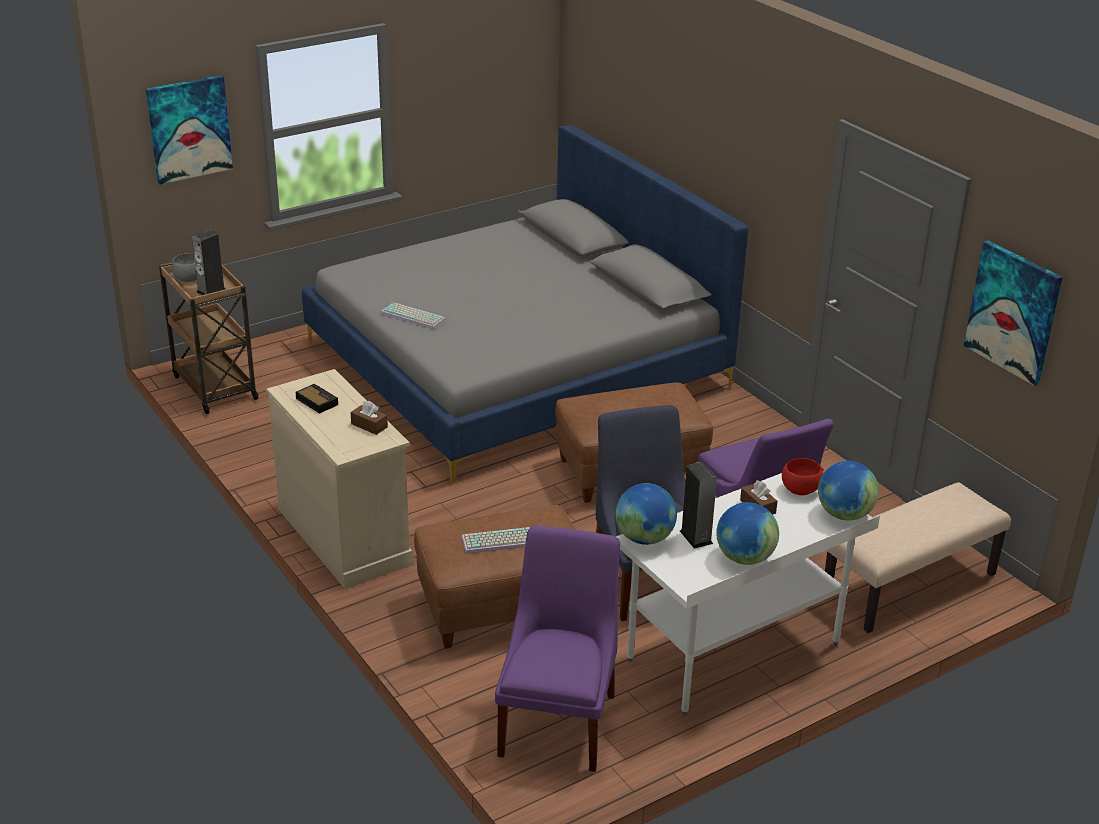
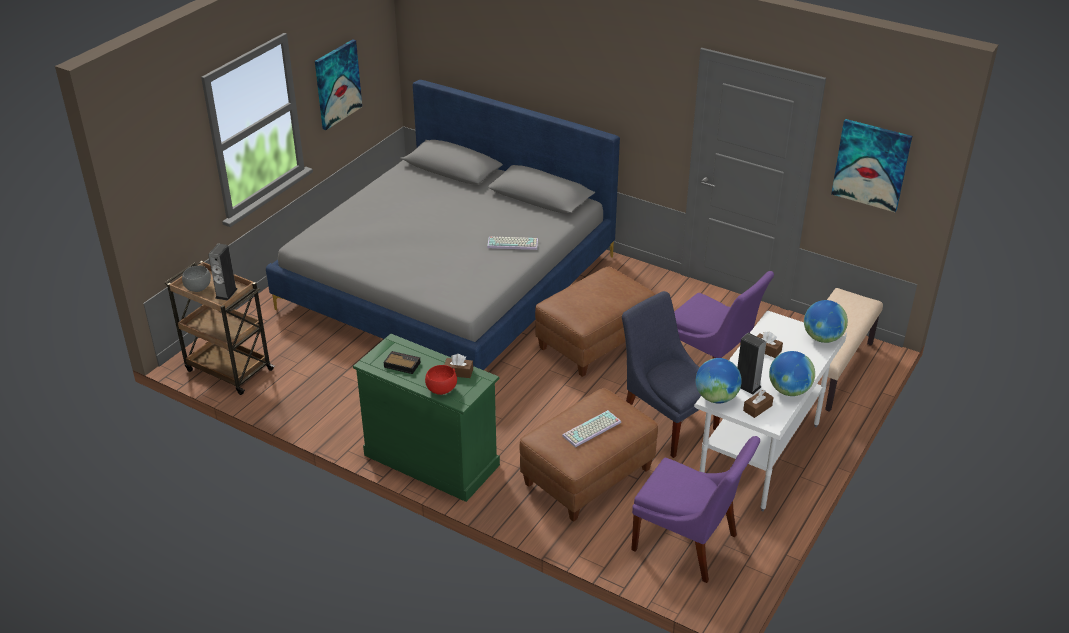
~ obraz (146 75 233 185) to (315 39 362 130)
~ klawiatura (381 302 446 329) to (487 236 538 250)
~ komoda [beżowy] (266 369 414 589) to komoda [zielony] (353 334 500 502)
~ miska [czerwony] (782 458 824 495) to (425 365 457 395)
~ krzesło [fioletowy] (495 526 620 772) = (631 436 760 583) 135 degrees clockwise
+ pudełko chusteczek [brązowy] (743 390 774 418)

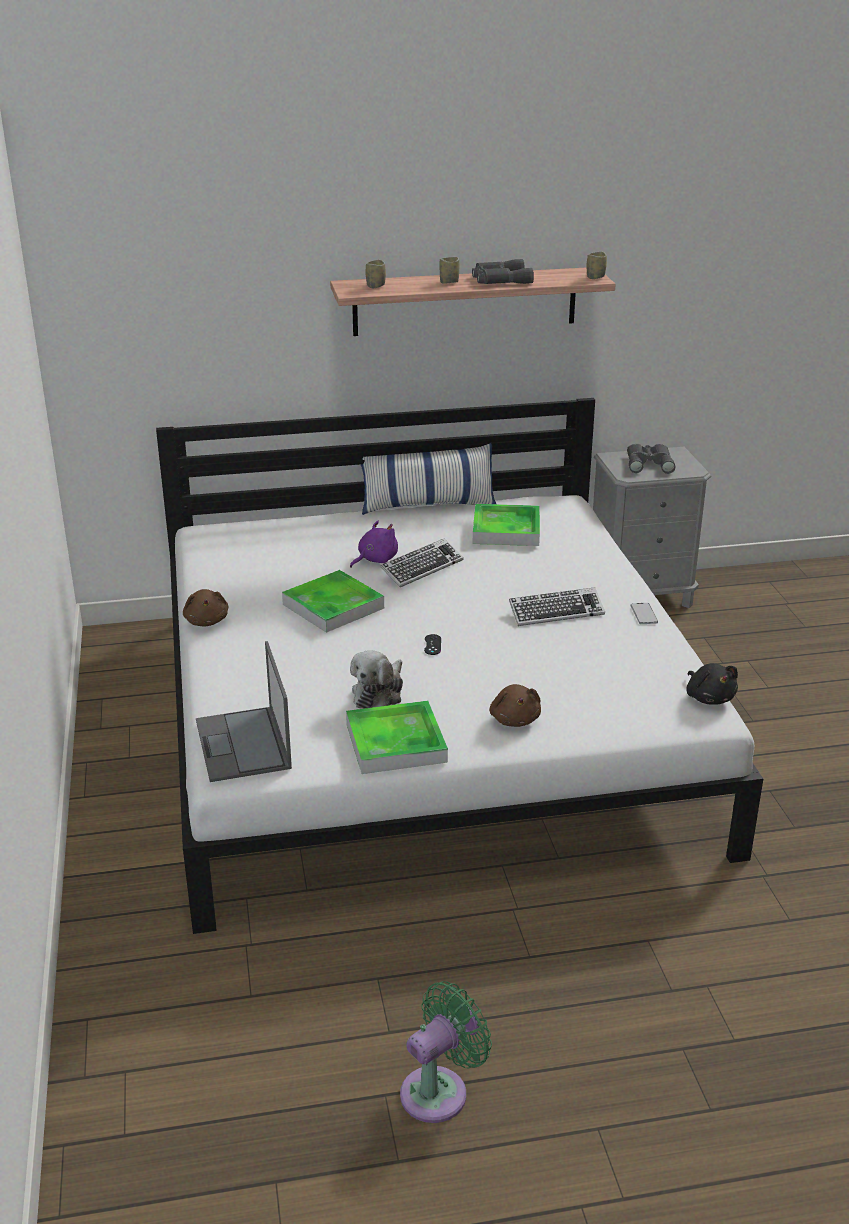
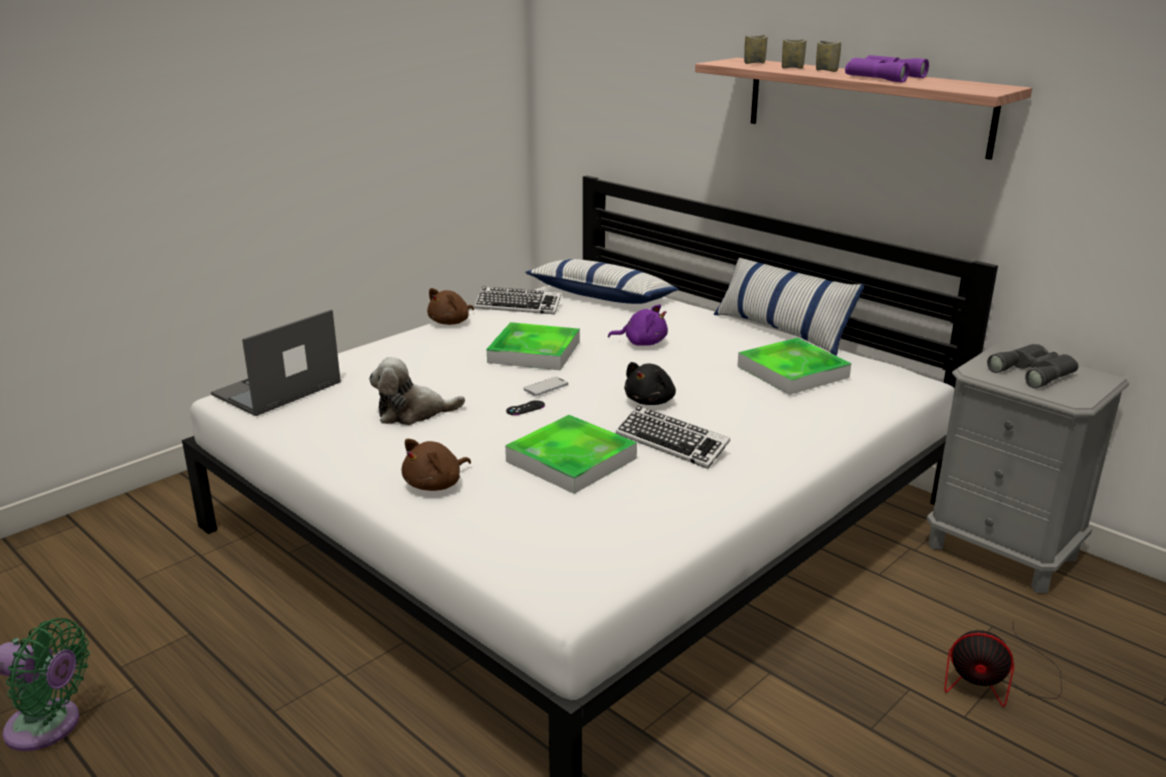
~ filiżanka (587 252 607 279) to (782 39 806 69)
~ lornetka [szary] (472 259 534 284) to lornetka [fioletowy] (845 55 929 83)
~ klawiatura (380 538 464 587) to (474 287 561 314)
~ telefon (631 603 658 624) to (524 377 568 396)
~ pluszak [czarny] (687 663 738 705) to (624 362 676 405)
~ taca (346 701 448 774) to (505 415 637 494)
+ poduszka (525 259 679 304)
+ wentylator (944 620 1062 707)

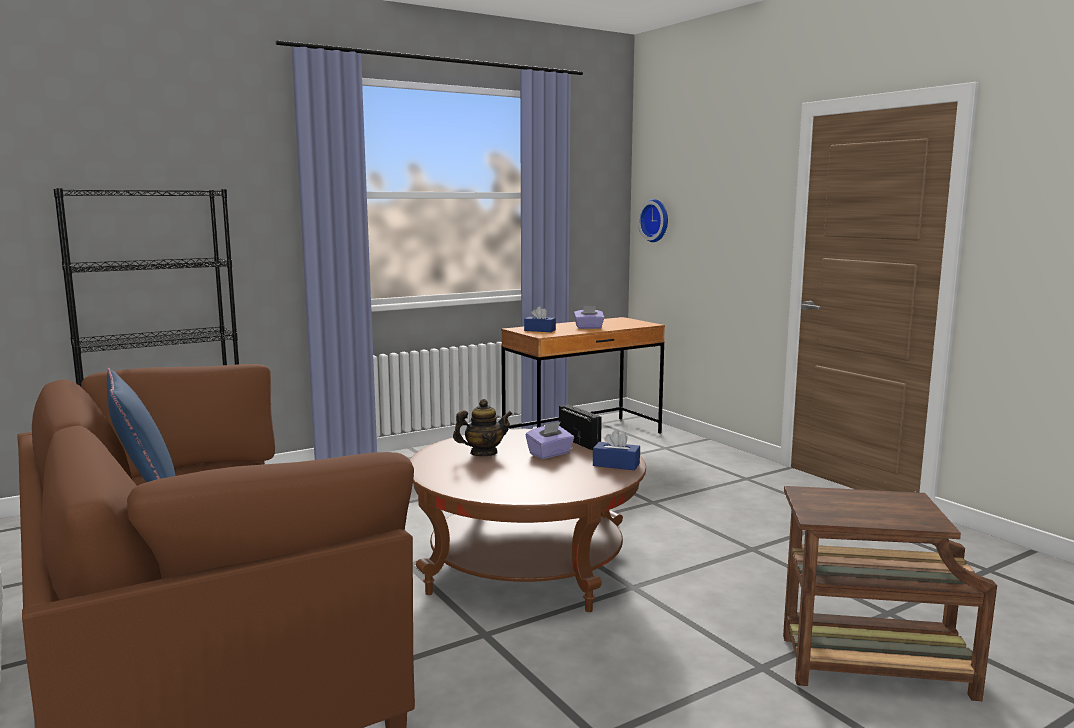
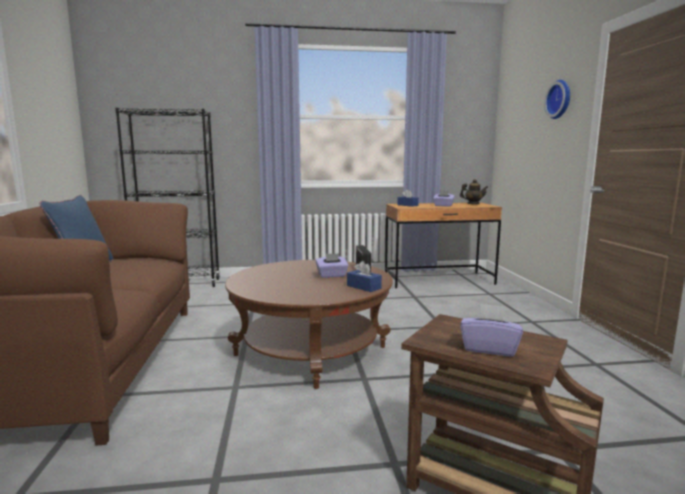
~ zegar ścienny (638 199 668 242) to (544 80 570 119)
~ imbryk (453 399 512 456) to (460 179 488 204)
+ pudełko chusteczek [fioletowy] (460 303 523 357)

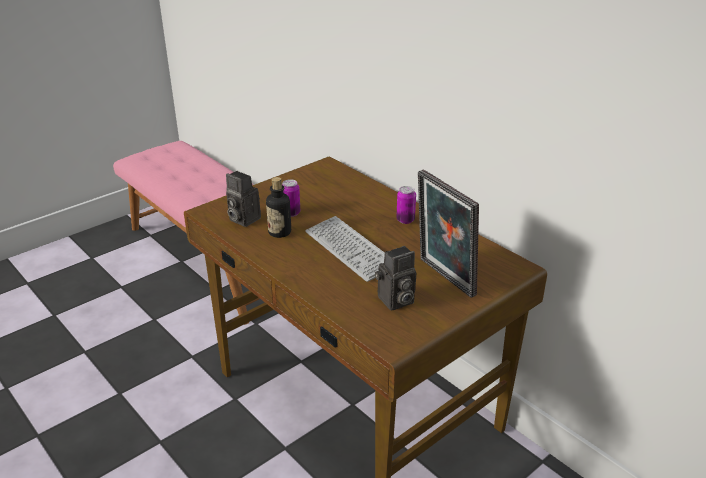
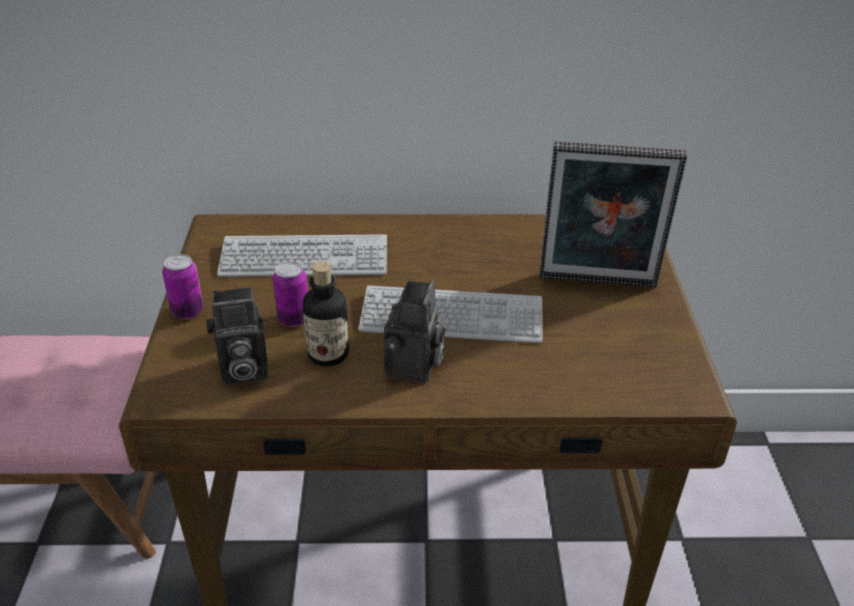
~ puszka (396 186 416 224) to (162 254 203 319)
~ aparat fotograficzny (375 246 416 311) to (384 280 445 383)
+ klawiatura (217 234 387 277)

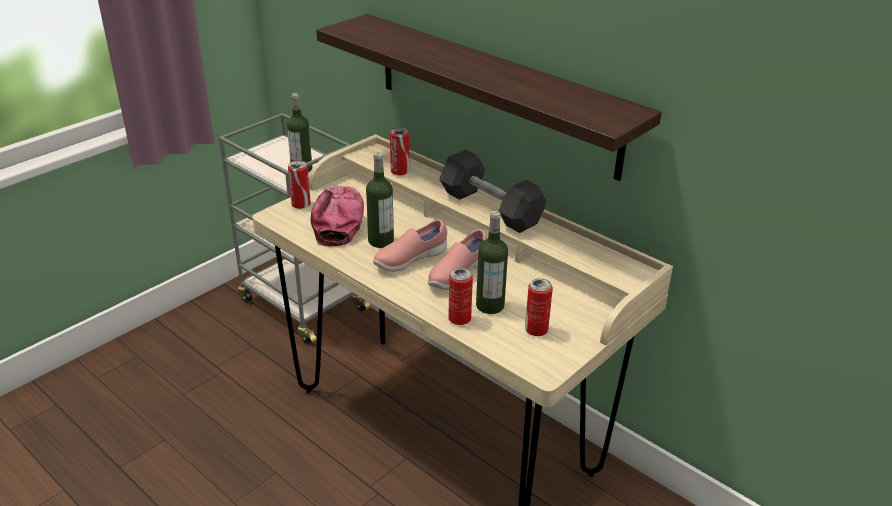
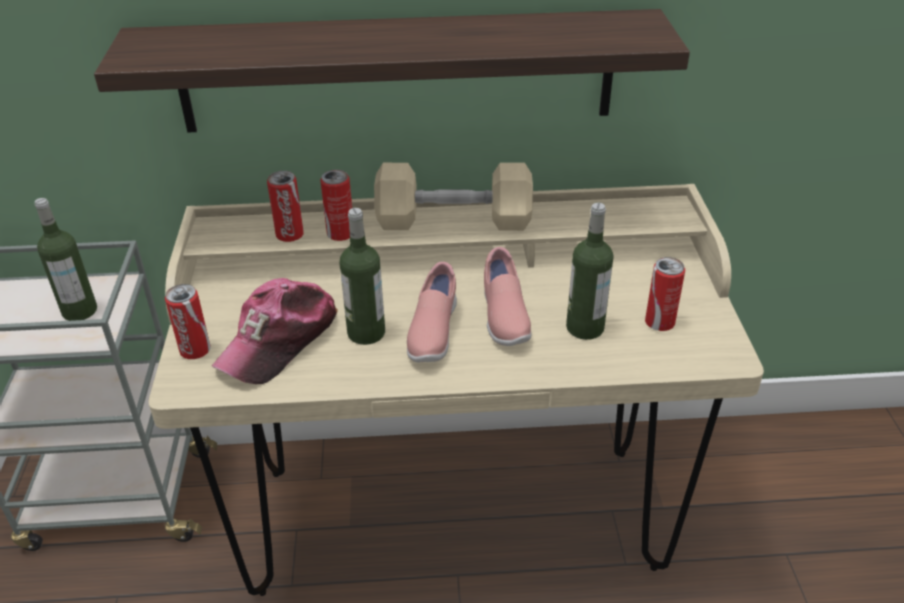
~ hantel [czarny] (439 150 547 233) to hantel [beżowy] (374 163 533 231)
~ czapka z daszkiem (311 186 364 247) = (212 278 338 384) 105 degrees counterclockwise
~ puszka (448 268 473 325) to (321 170 352 241)

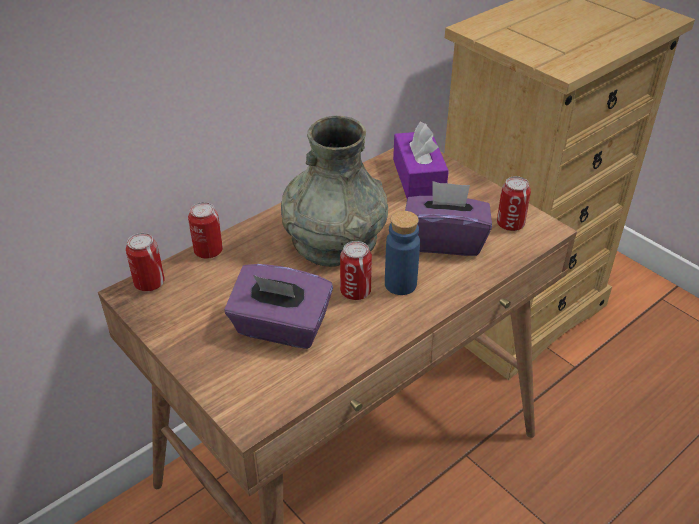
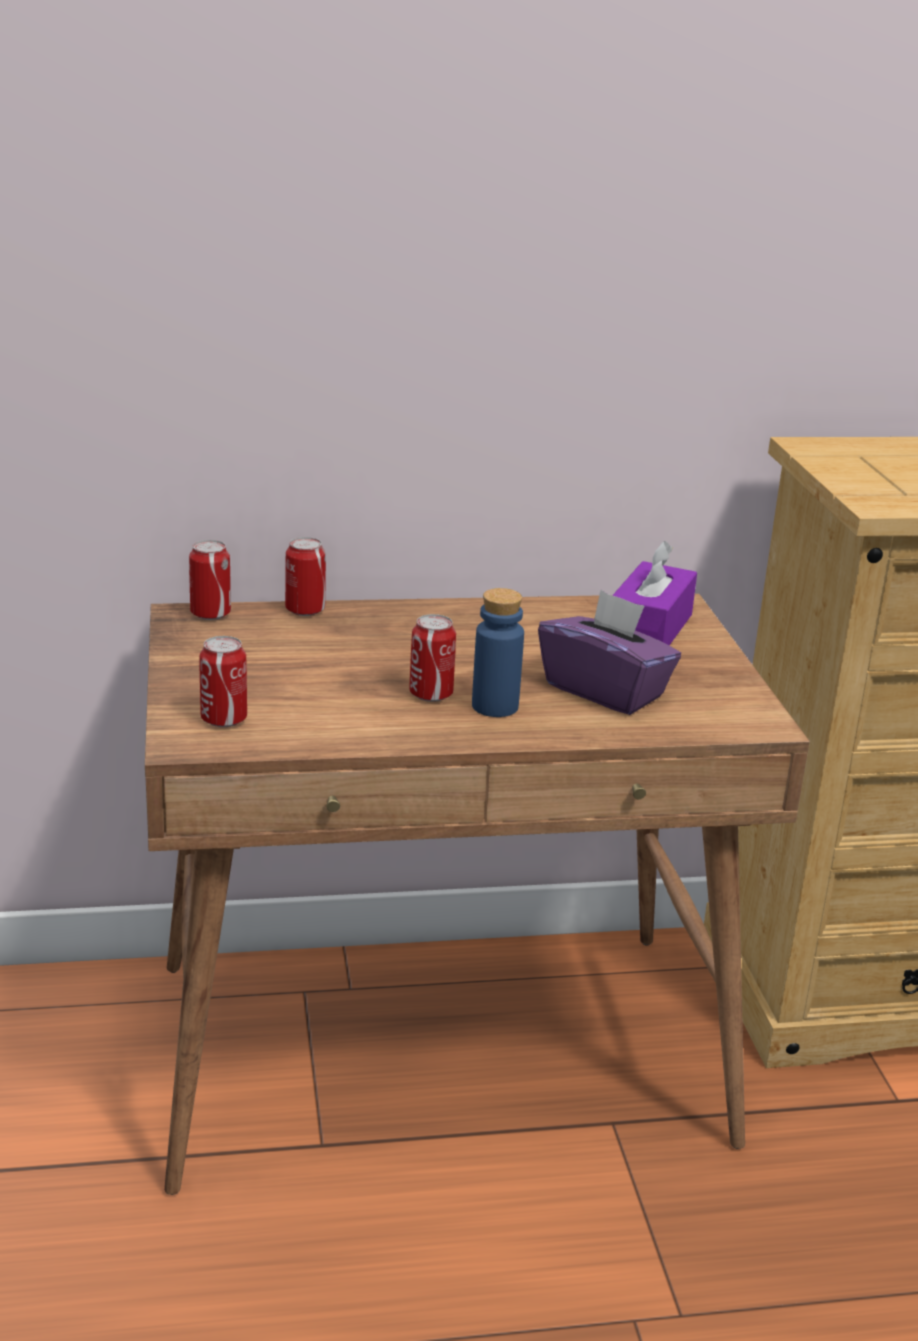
- wazon [szary] (281 116 388 267)
~ puszka (497 176 531 231) to (199 636 247 727)
- pudełko chusteczek [fioletowy] (225 264 333 349)

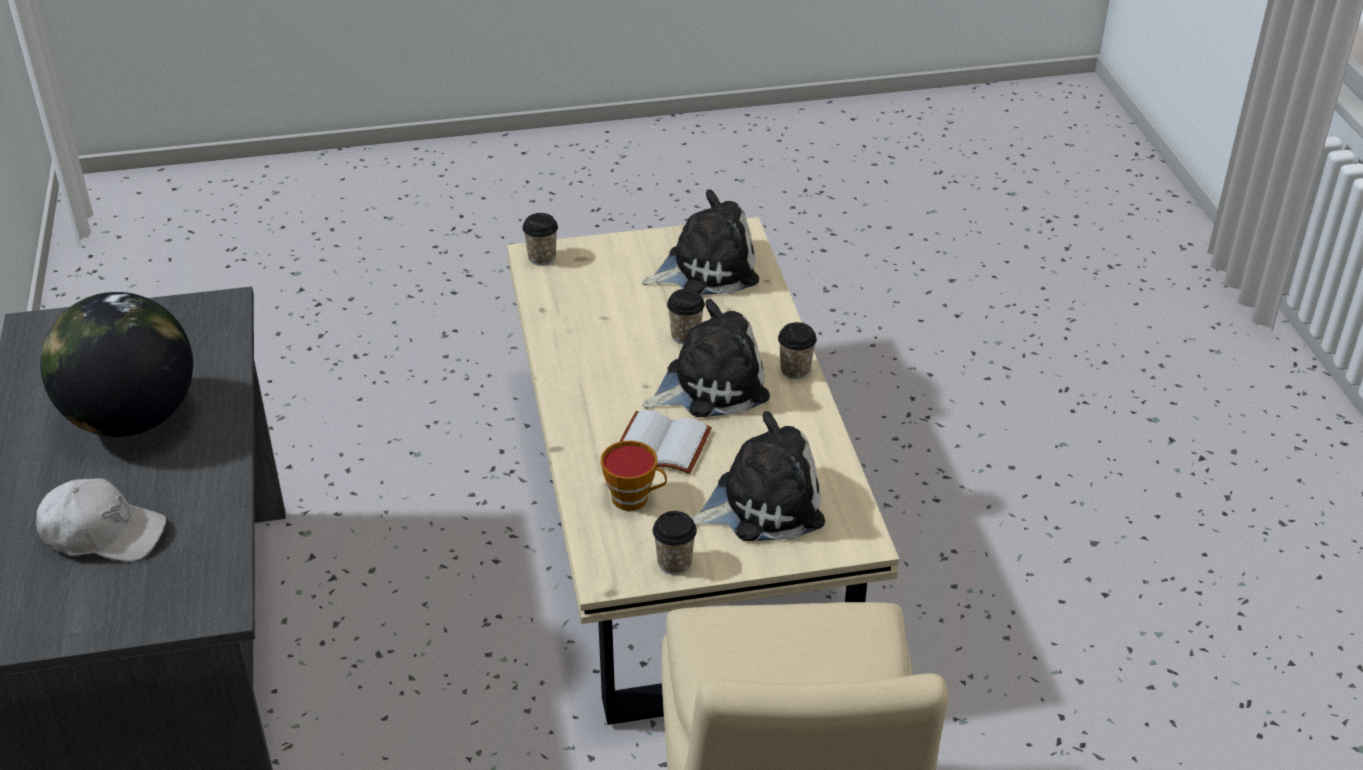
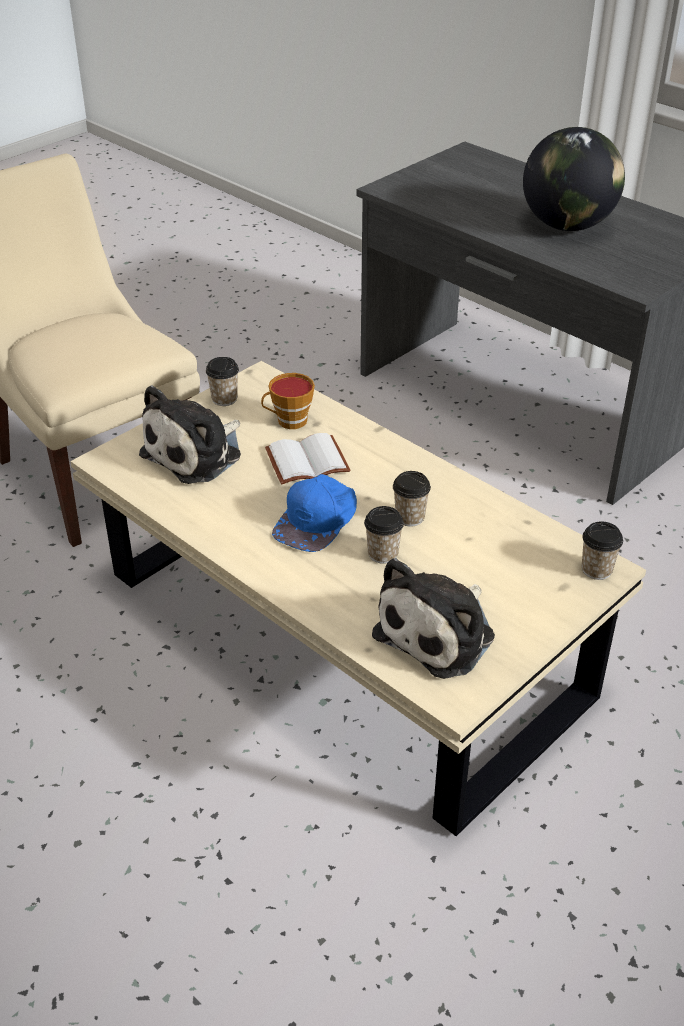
~ pluszak (642 299 770 417) to czapka z daszkiem [niebieski] (272 474 357 552)
~ filiżanka (778 322 817 379) to (393 471 431 527)
- czapka z daszkiem [biały] (36 478 166 562)

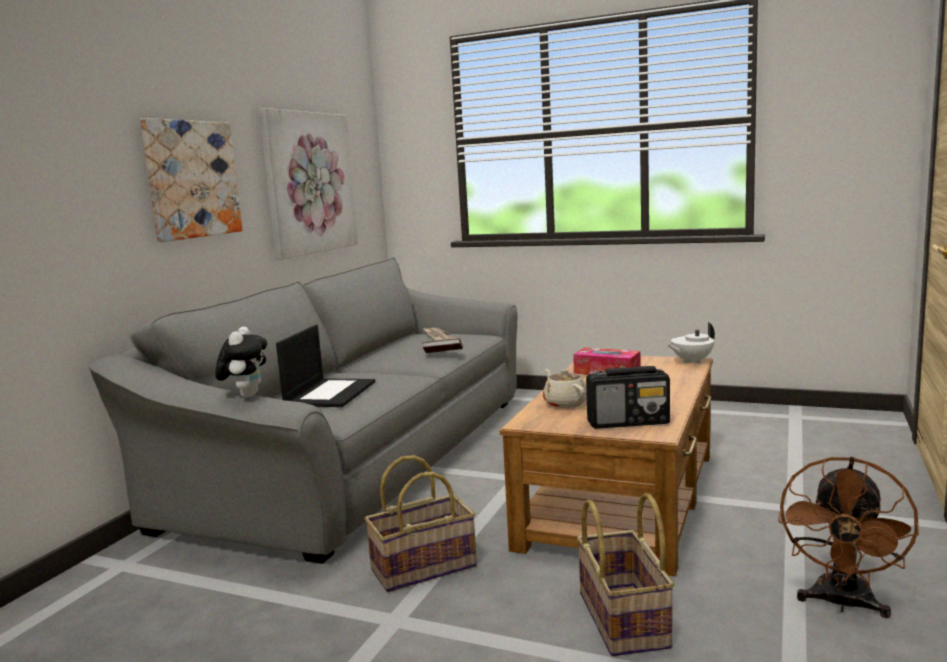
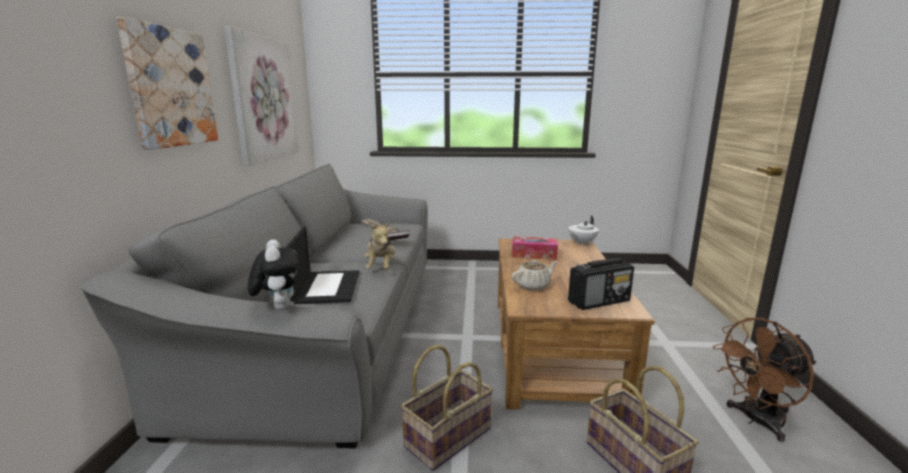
~ imbryk [beżowy] (543 369 587 408) = (512 260 557 291) 105 degrees clockwise
~ wentylator [brązowy] (778 457 919 618) = (713 318 817 442) 60 degrees clockwise
+ pluszak (365 221 395 270)

